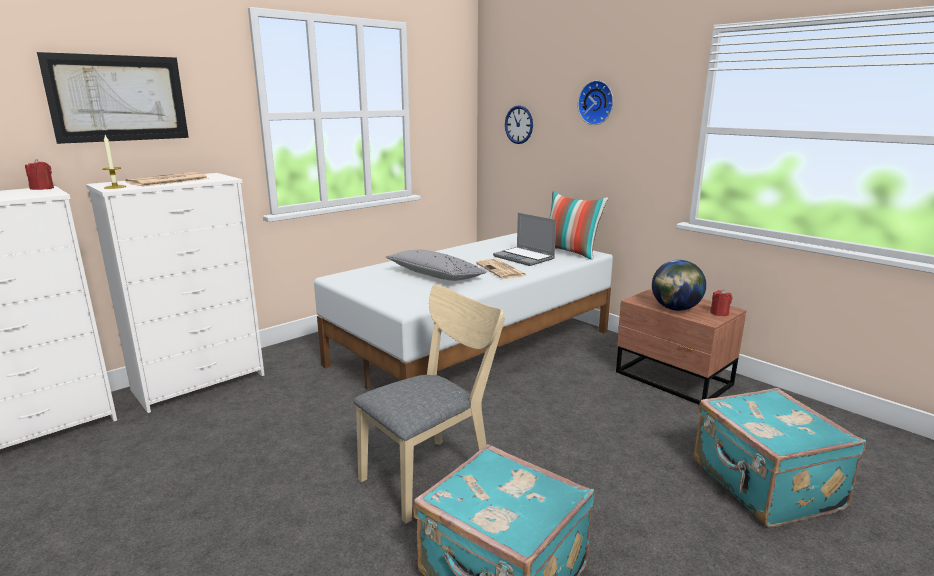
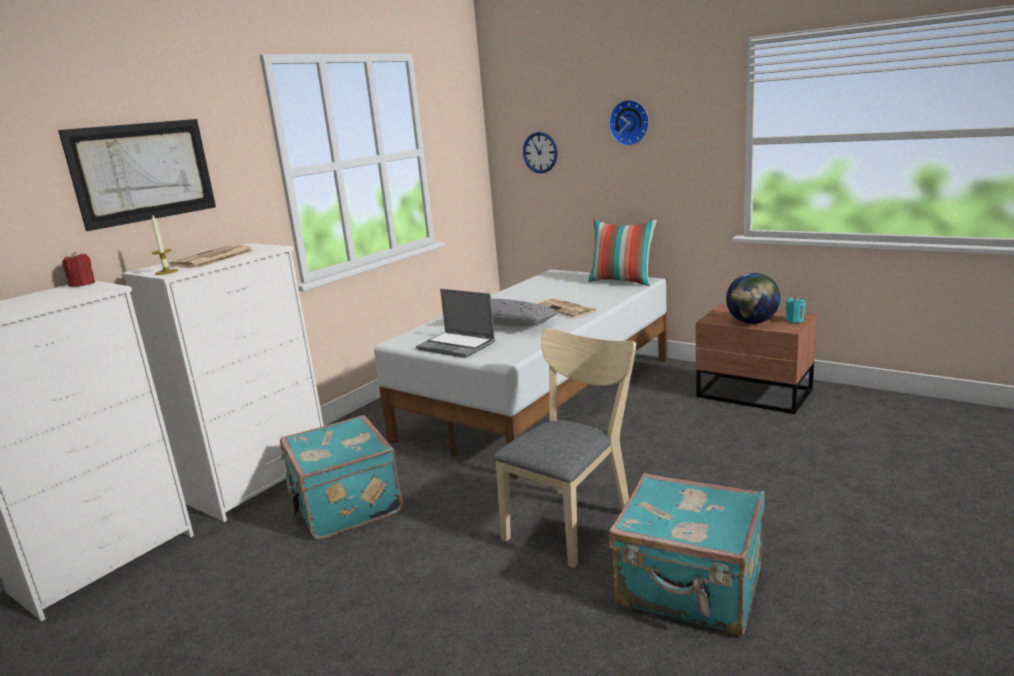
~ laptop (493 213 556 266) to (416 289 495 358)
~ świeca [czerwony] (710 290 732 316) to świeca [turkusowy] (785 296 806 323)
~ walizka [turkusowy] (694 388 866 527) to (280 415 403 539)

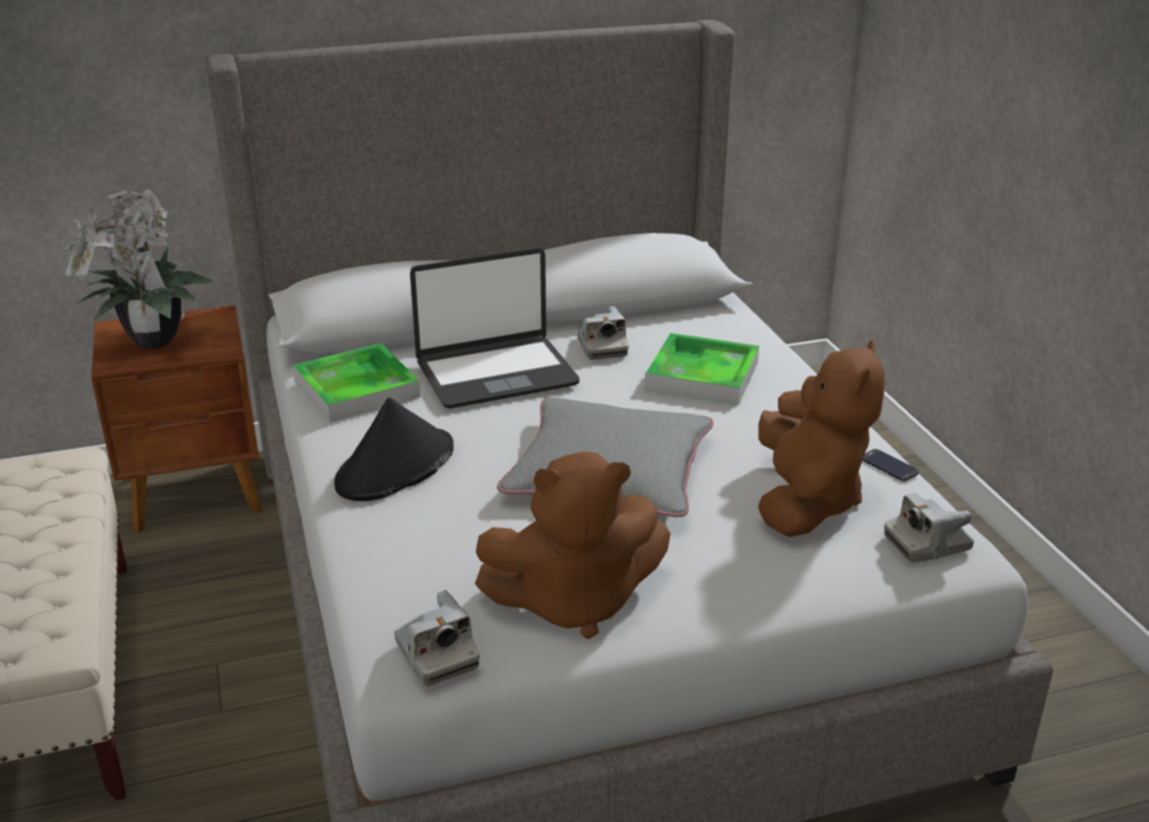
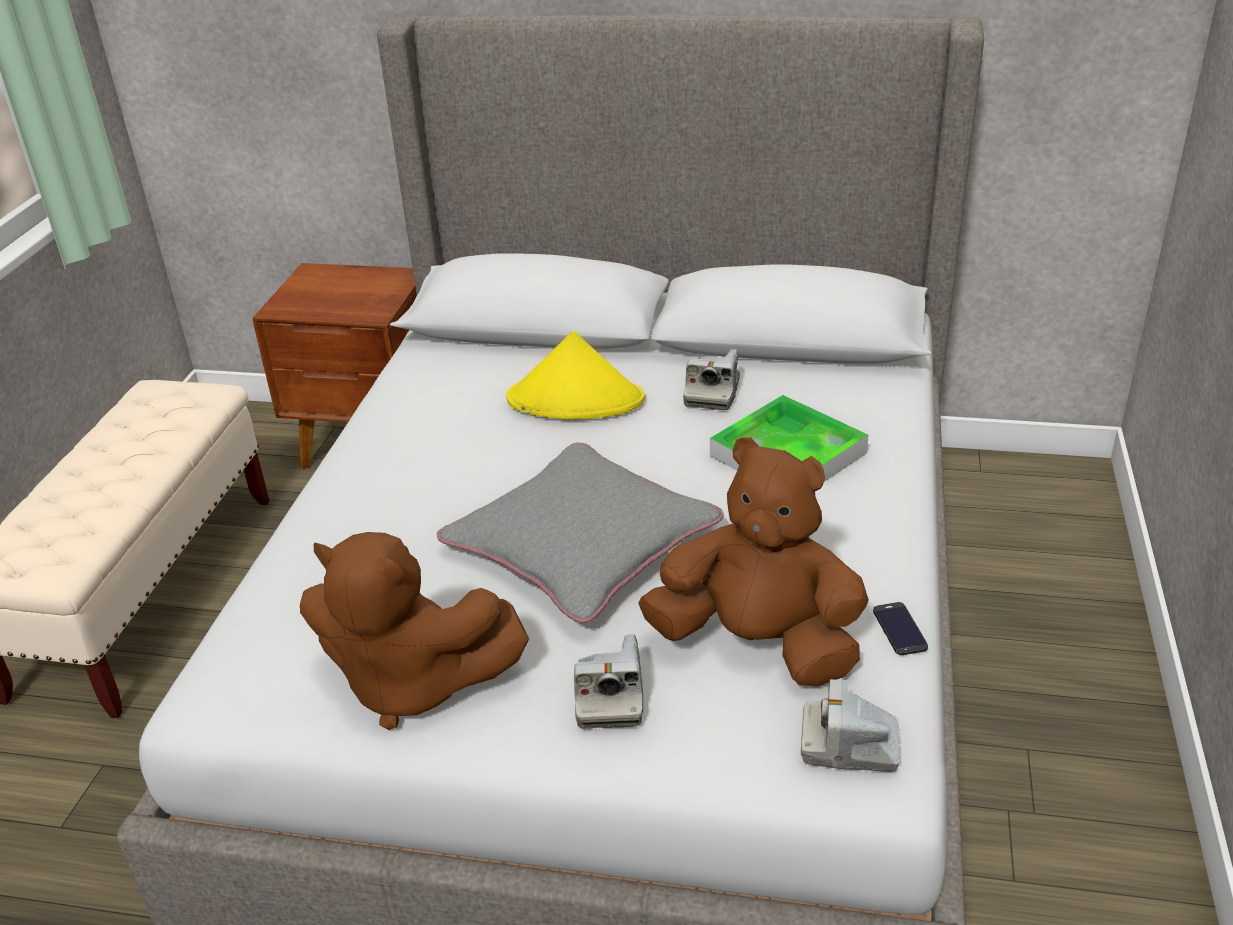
- roślina doniczkowa (64 186 216 348)
~ laptop (410 248 580 408) to kapelusz [żółty] (506 331 645 419)
~ pluszak [brązowy] (758 339 885 537) = (638 437 869 687) 105 degrees counterclockwise
- taca (293 343 421 422)
- kapelusz [czarny] (334 397 454 501)
~ aparat fotograficzny (394 590 480 686) to (574 634 643 729)

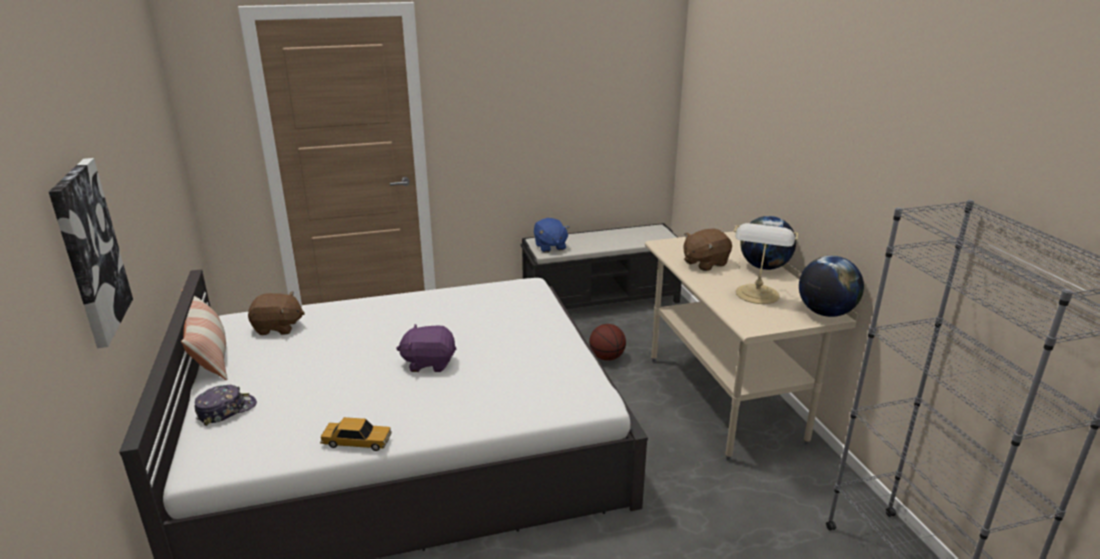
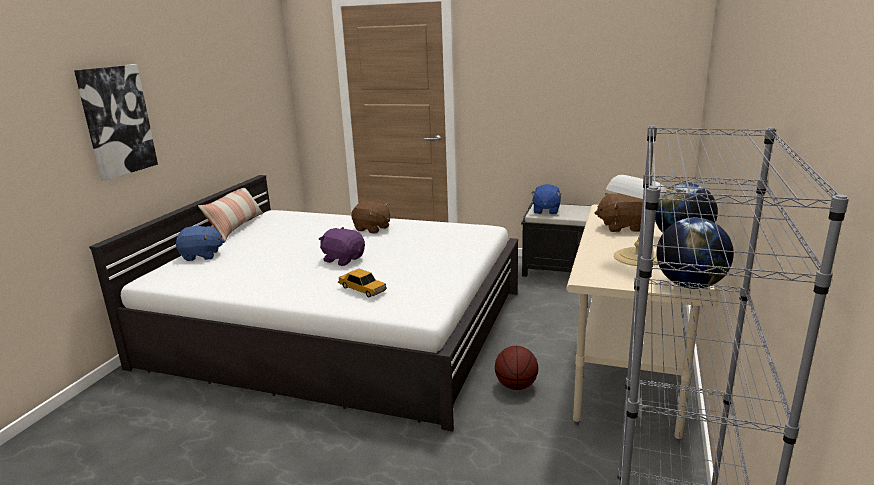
~ pluszak [brązowy] (248 291 305 335) to (351 201 390 234)
~ piłka do koszykówki (589 324 626 361) to (495 346 538 390)
~ czapka z daszkiem (195 385 257 426) to pluszak [niebieski] (176 225 225 261)
~ samochodzik (320 417 392 451) to (338 269 387 297)

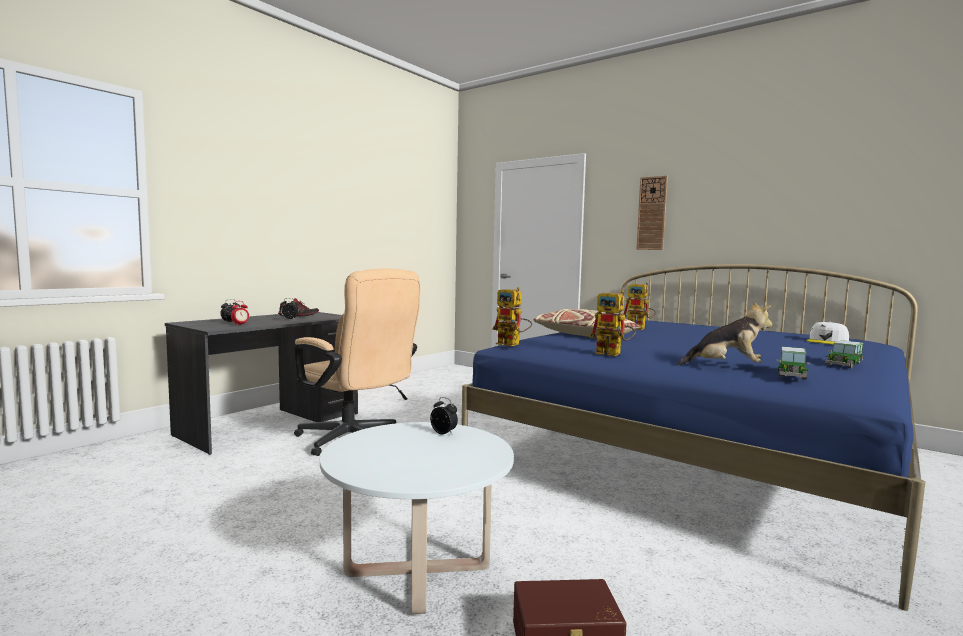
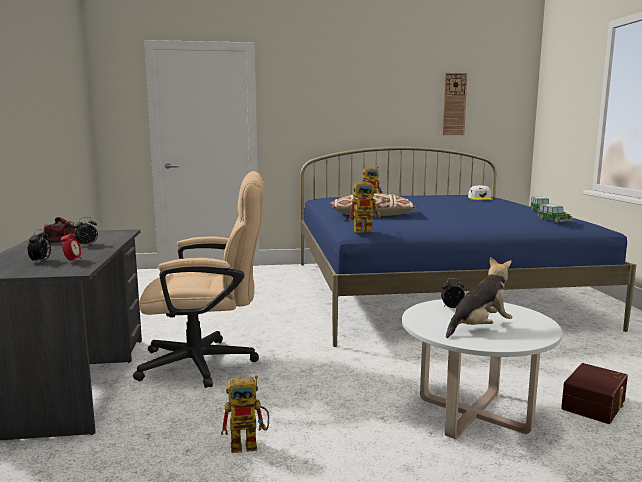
~ zegar ścienny (636 176 668 250) to (442 73 468 135)
~ robot zabawkowy (589 291 636 356) to (221 376 269 453)
~ pluszak (677 301 772 365) to (446 257 512 338)

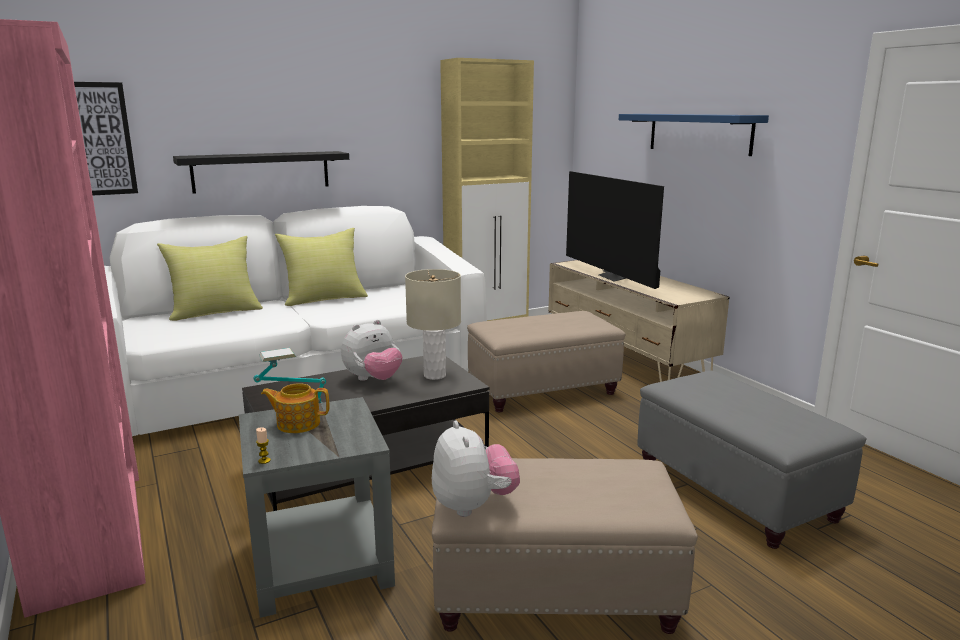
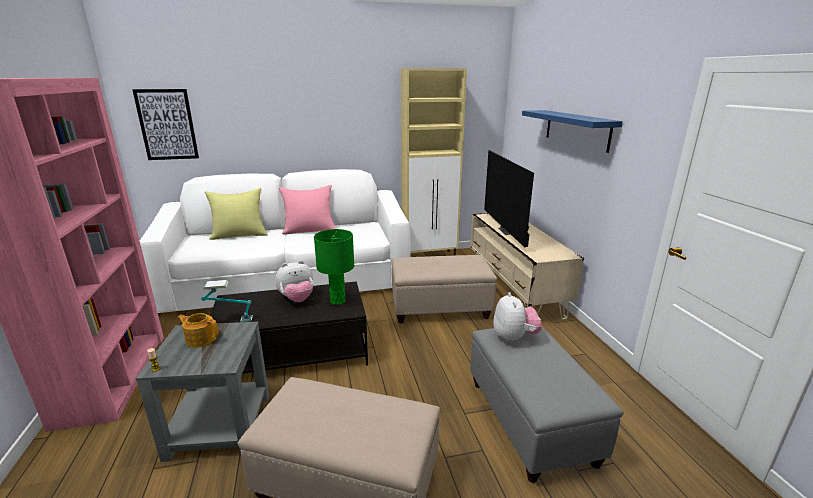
- półka [czarny] (173 151 349 194)
~ poduszka [żółty] (275 228 368 306) to poduszka [różowy] (279 185 336 235)
~ lampa stołowa [beżowy] (405 269 461 380) to lampa stołowa [zielony] (314 229 354 305)
~ pluszak (432 421 520 517) to (493 292 542 343)

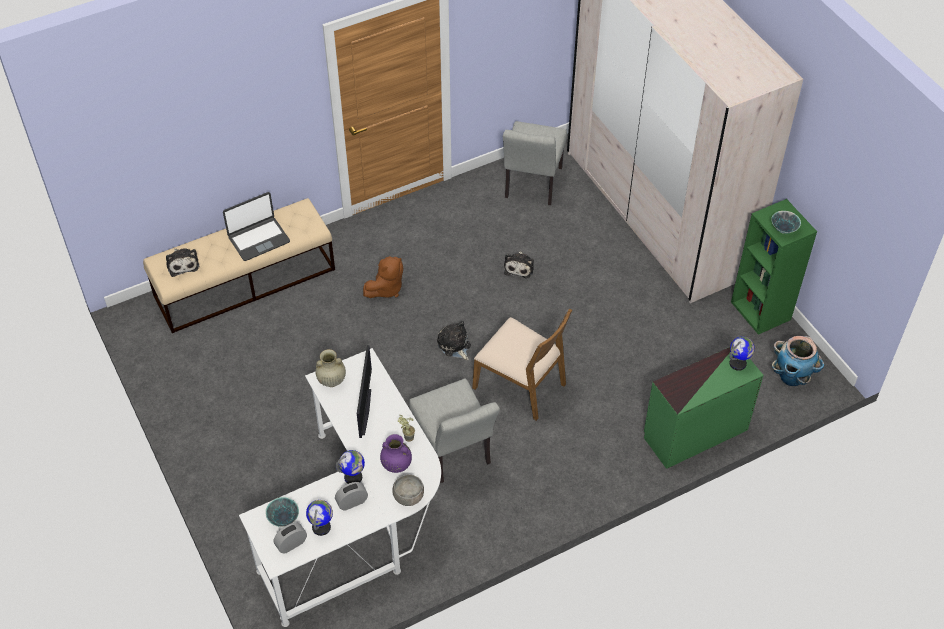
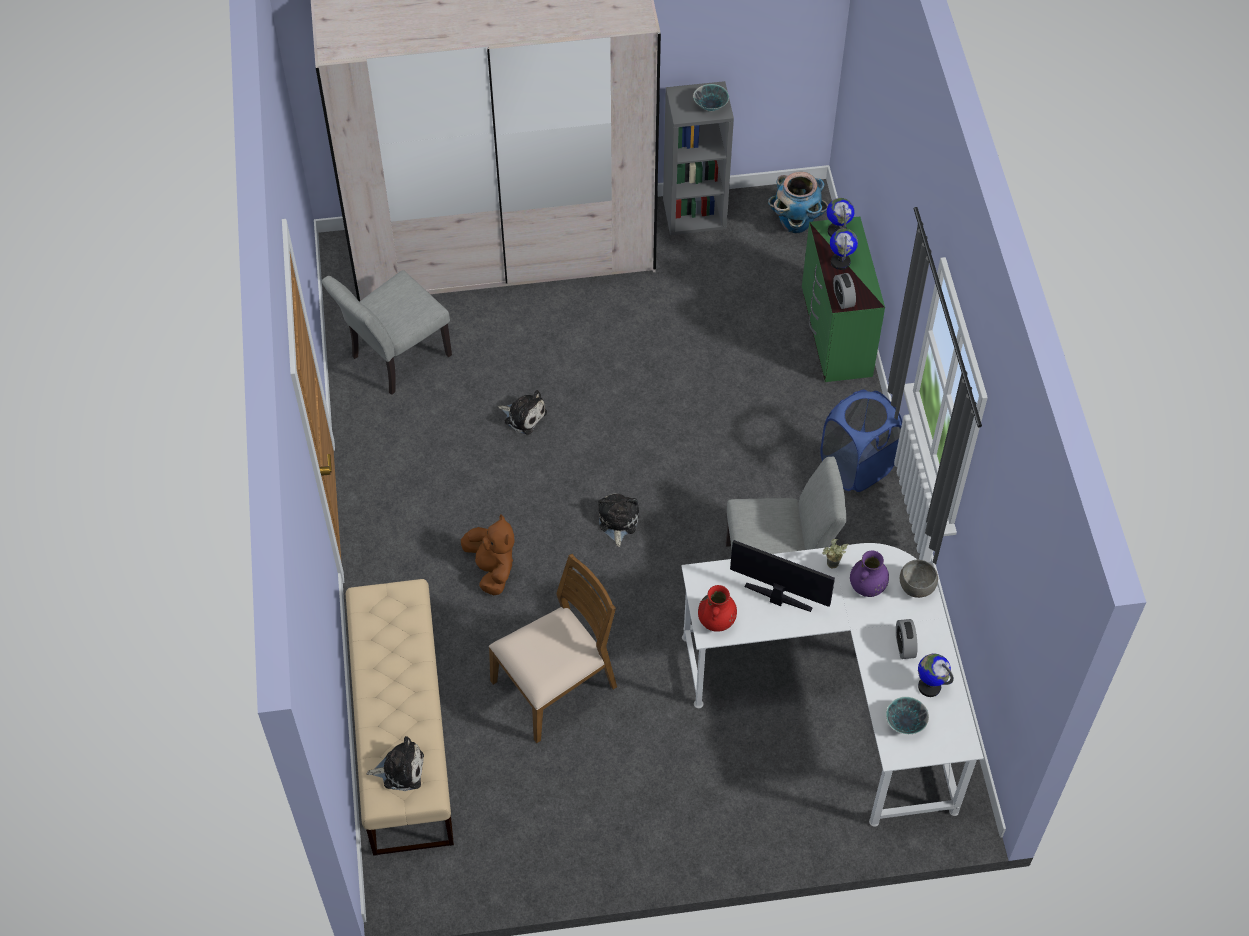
~ krzesło [szary] (503 121 567 205) = (322 270 452 395) 105 degrees clockwise
- laptop (223 192 290 261)
~ regał [zielony] (731 199 817 335) to regał [szary] (663 81 734 235)
~ krzesło [brązowy] (472 309 572 421) to (489 554 617 743)
~ pluszak (437 321 471 360) = (598 494 639 547) 105 degrees clockwise
~ wazon [beżowy] (315 349 346 387) to wazon [czerwony] (698 585 737 632)
~ globus (335 450 365 484) to (830 229 858 270)
~ budzik (273 523 307 554) to (833 273 856 309)
+ kosz na pranie [niebieski] (820 390 902 492)

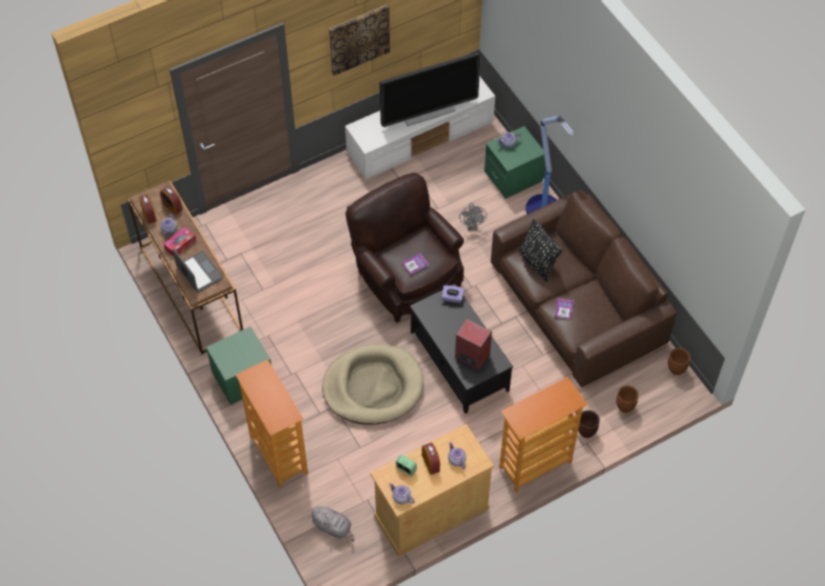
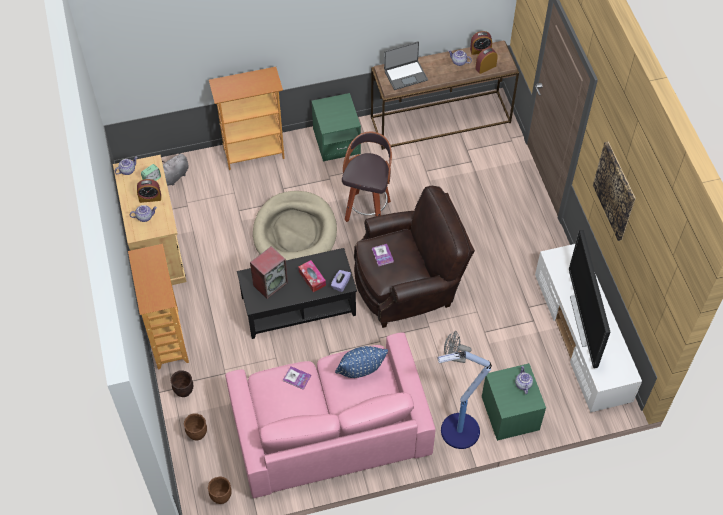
~ kanapa [brązowy] (491 190 677 387) to kanapa [różowy] (225 332 436 498)
~ poduszka [czarny] (519 219 562 282) to poduszka [niebieski] (335 346 388 378)
~ pudełko chusteczek (164 227 196 257) to (298 260 326 292)
+ stołek (342 132 392 222)

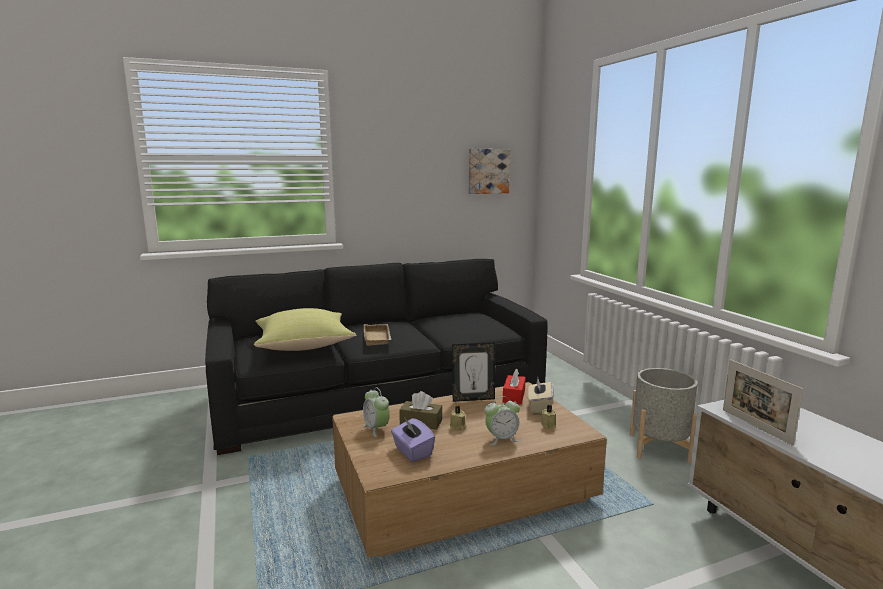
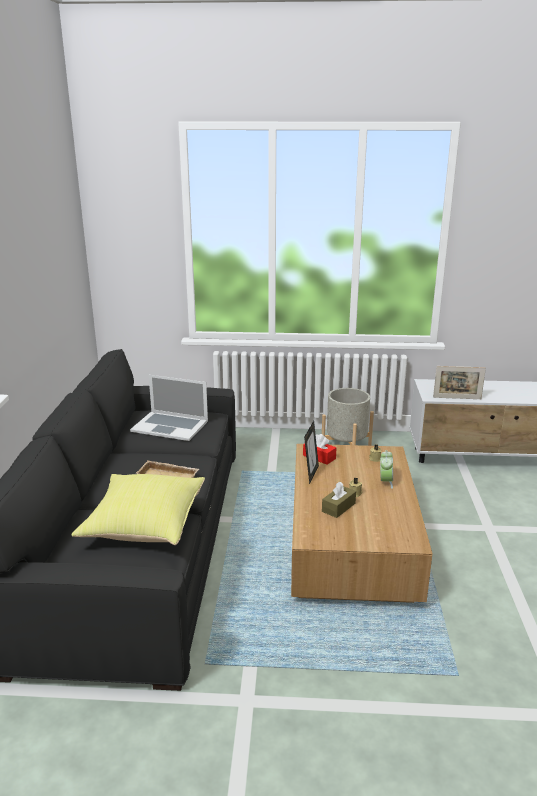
- obraz (469 149 510 194)
- pudełko chusteczek [beżowy] (528 378 554 414)
- budzik (363 387 390 437)
- pudełko chusteczek [fioletowy] (391 417 435 462)
+ laptop (130 375 208 441)

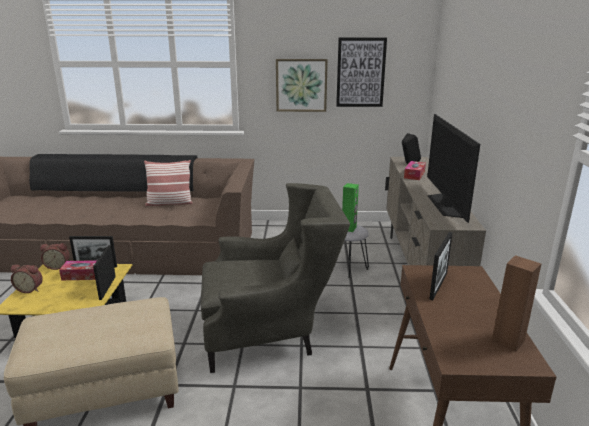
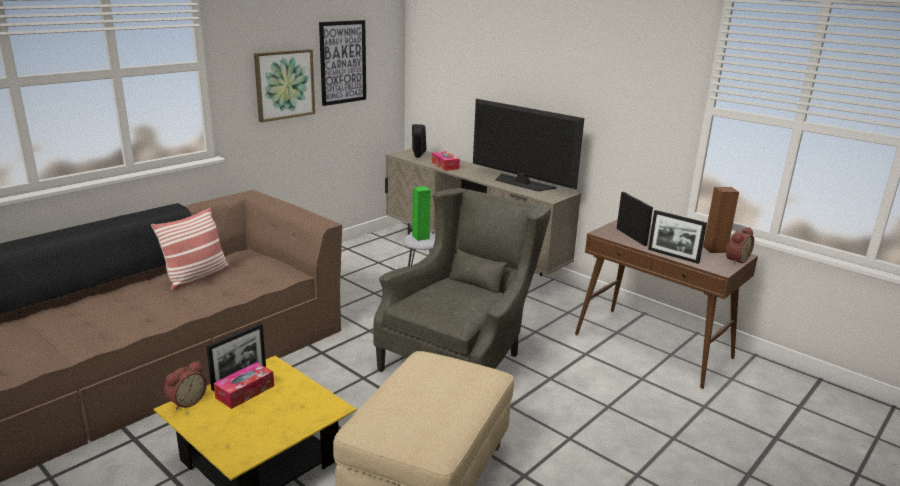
~ ramka na zdjęcie (93 245 116 300) to (648 210 707 264)
~ budzik (11 264 43 293) to (726 227 754 264)

